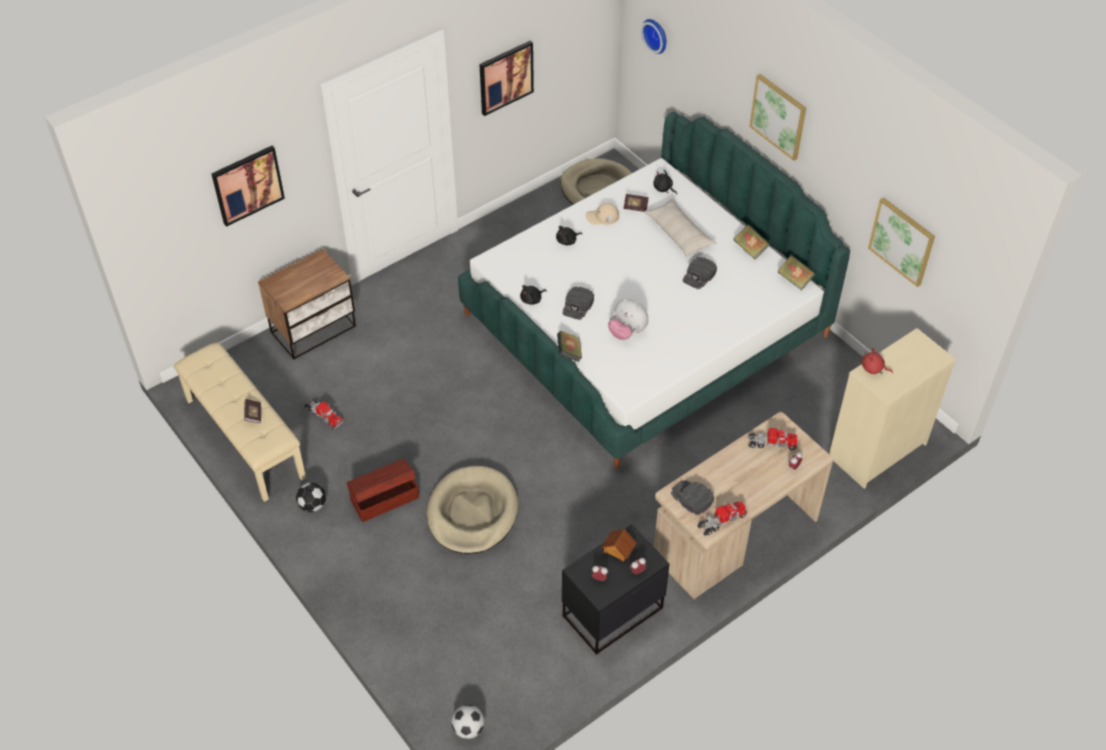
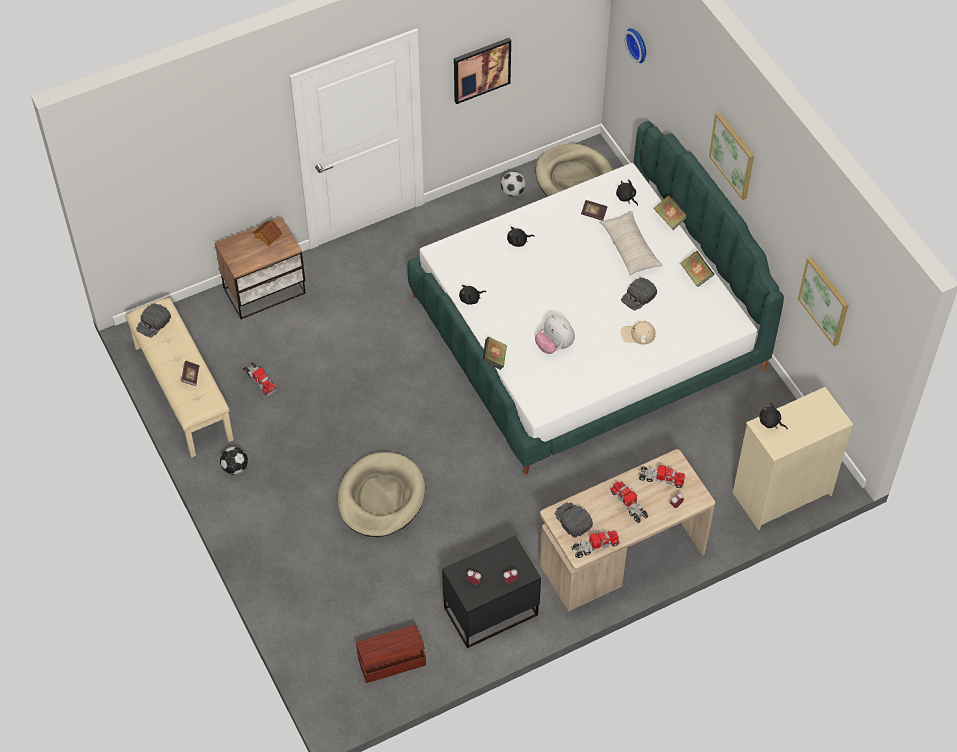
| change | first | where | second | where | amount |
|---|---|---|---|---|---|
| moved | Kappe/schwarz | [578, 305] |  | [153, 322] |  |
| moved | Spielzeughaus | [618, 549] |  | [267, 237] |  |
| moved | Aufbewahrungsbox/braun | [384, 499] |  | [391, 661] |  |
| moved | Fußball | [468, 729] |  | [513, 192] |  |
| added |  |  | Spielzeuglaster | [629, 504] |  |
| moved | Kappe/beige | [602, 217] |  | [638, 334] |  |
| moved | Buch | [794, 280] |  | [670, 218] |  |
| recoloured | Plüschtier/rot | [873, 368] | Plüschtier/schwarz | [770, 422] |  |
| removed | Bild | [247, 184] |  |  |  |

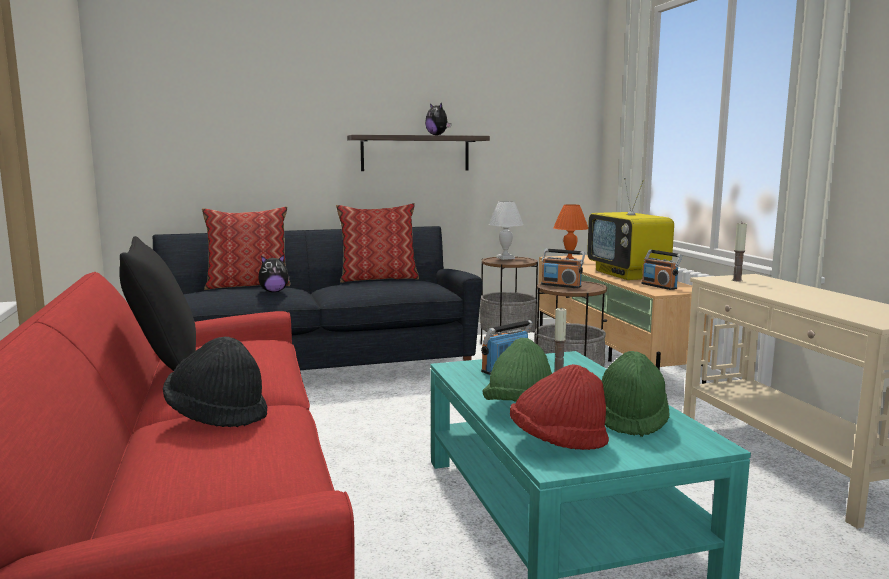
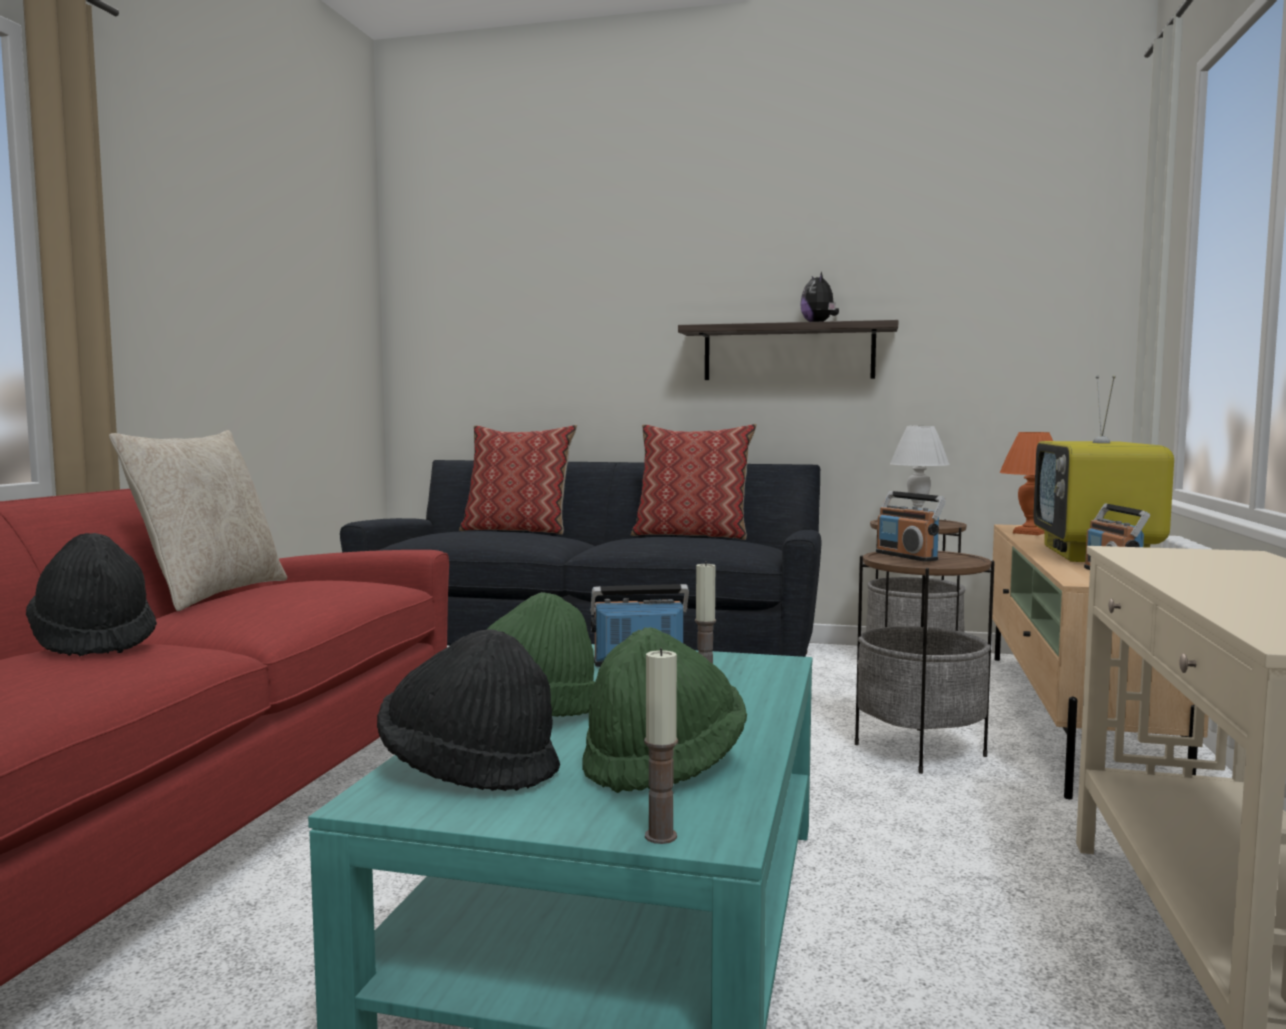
| change | first | where | second | where | amount |
|---|---|---|---|---|---|
| recoloured | Kissen/schwarz | [165, 366] | Kissen/beige | [209, 594] |  |
| recoloured | Hut/rot | [558, 442] | Hut/schwarz | [469, 770] |  |
| moved | Kerze | [737, 280] |  | [660, 836] |  |
| removed | Plüschtier | [274, 291] |  |  |  |

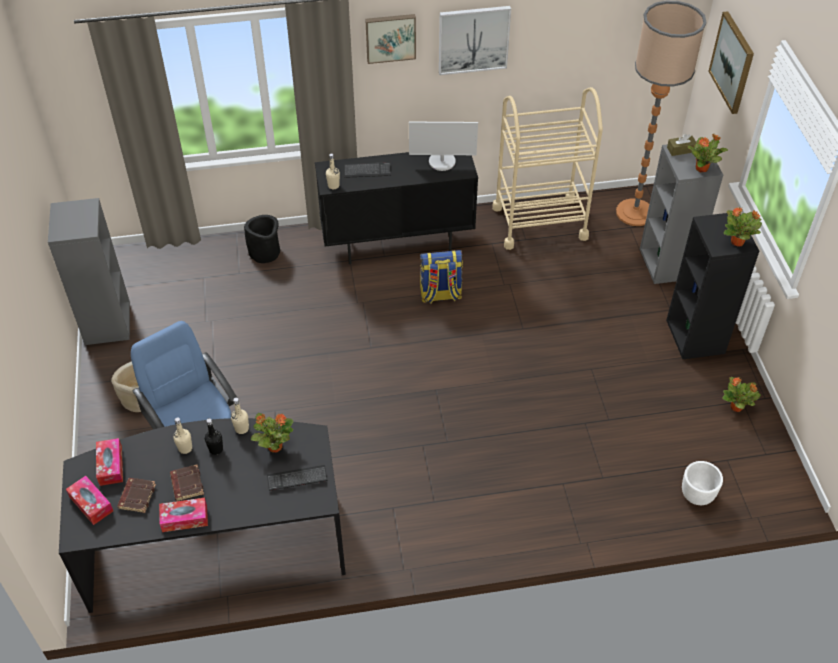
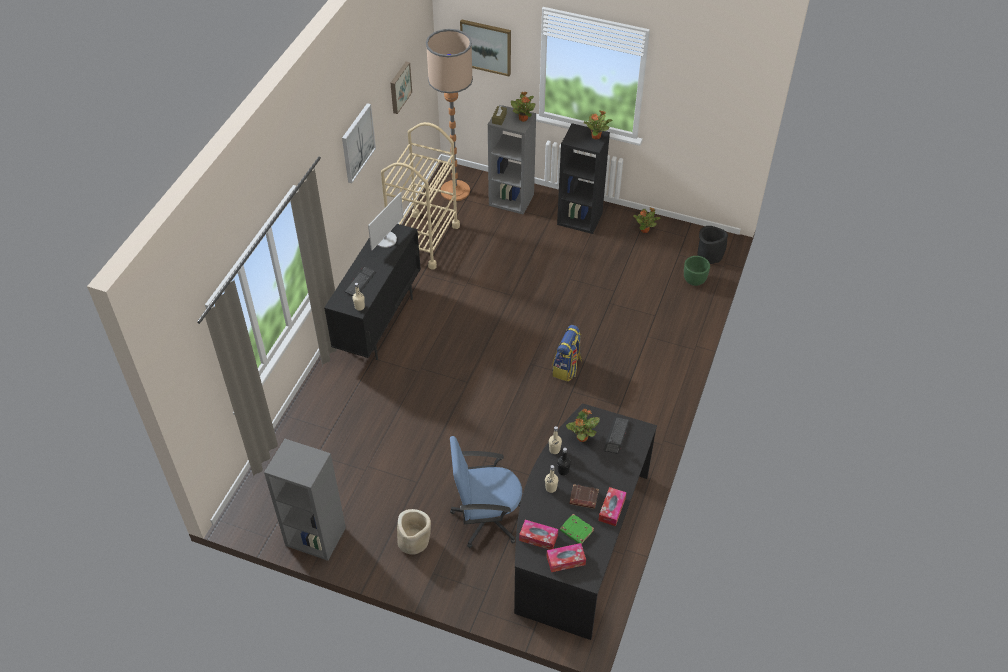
| change | first | where | second | where | amount |
|---|---|---|---|---|---|
| moved | Bild | [390, 37] |  | [399, 87] |  |
| moved | Rucksack | [440, 295] |  | [567, 368] |  |
| recoloured | Buch/braun | [137, 496] | Buch/grün | [576, 531] |  |
| recoloured | Pflanzkübel/weiß | [696, 495] | Pflanzkübel/grün | [694, 280] |  |
| moved | Pflanzkübel/schwarz | [265, 252] |  | [709, 255] |  |

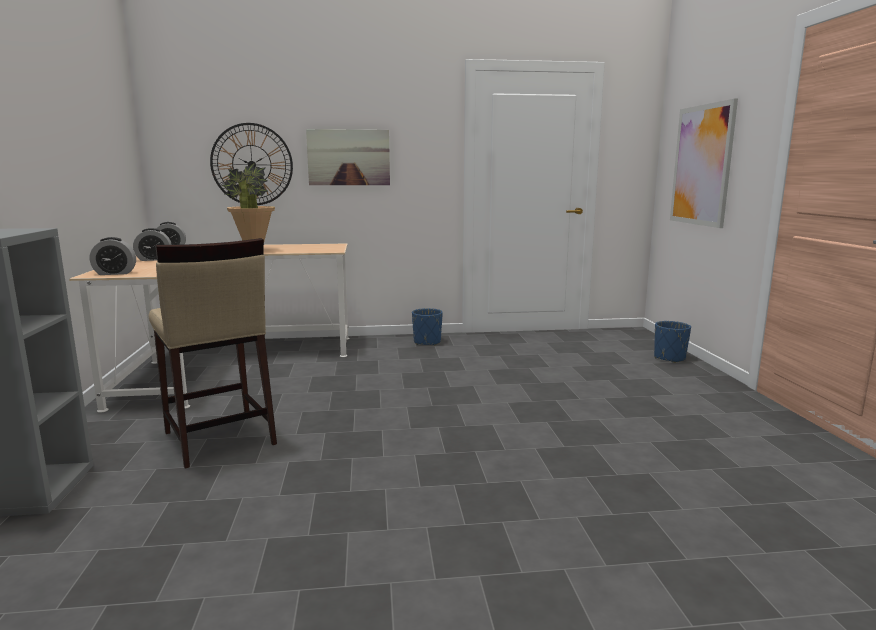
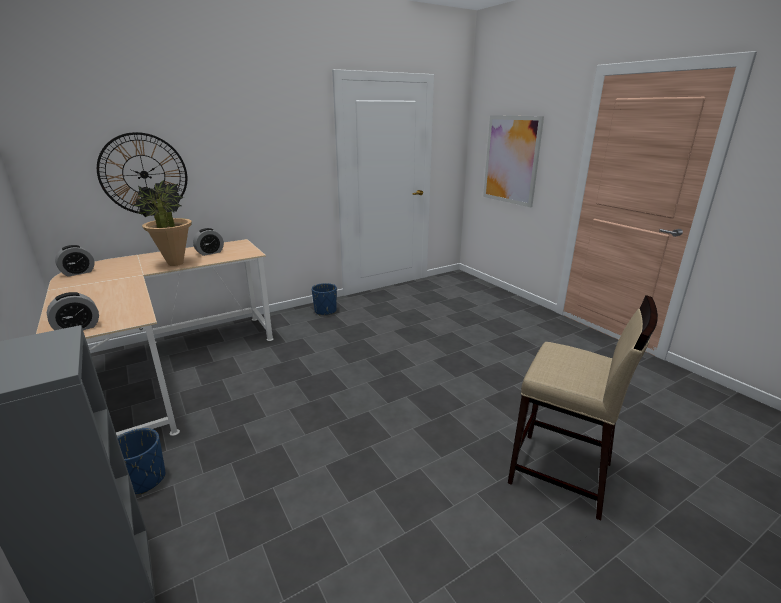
| change | first | where | second | where | amount |
|---|---|---|---|---|---|
| moved | Pflanzkübel/blau | [669, 358] |  | [144, 479] |  |
| moved | Wecker | [154, 259] |  | [210, 253] |  |
| moved | Hocker/beige | [218, 439] |  | [561, 474] |  |
| removed | Bild | [348, 157] |  |  |  |

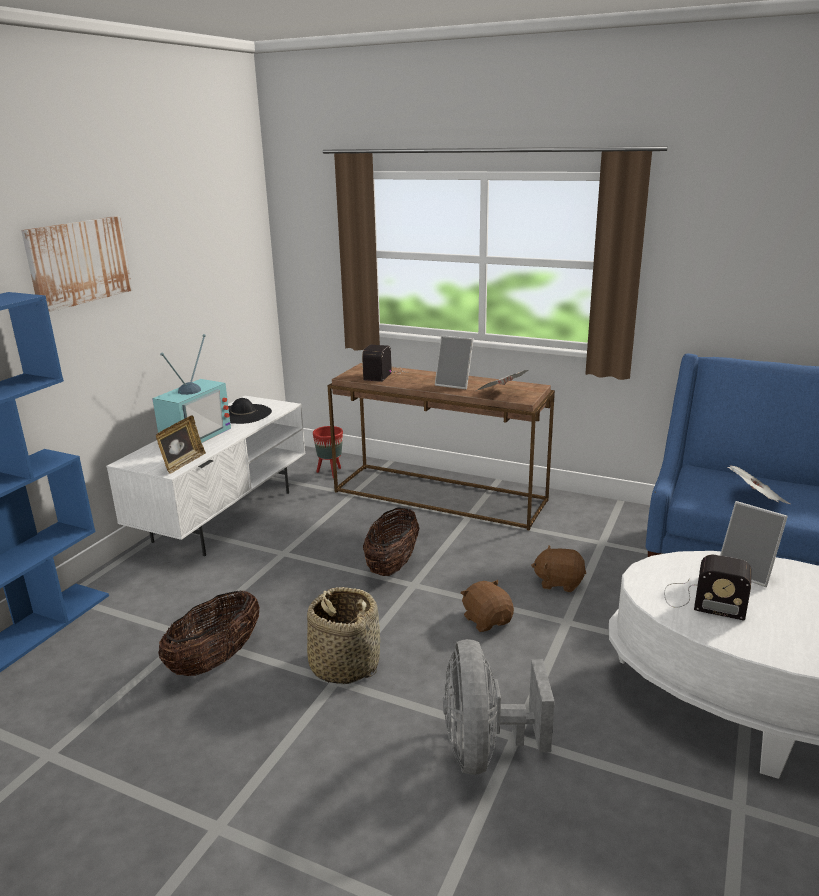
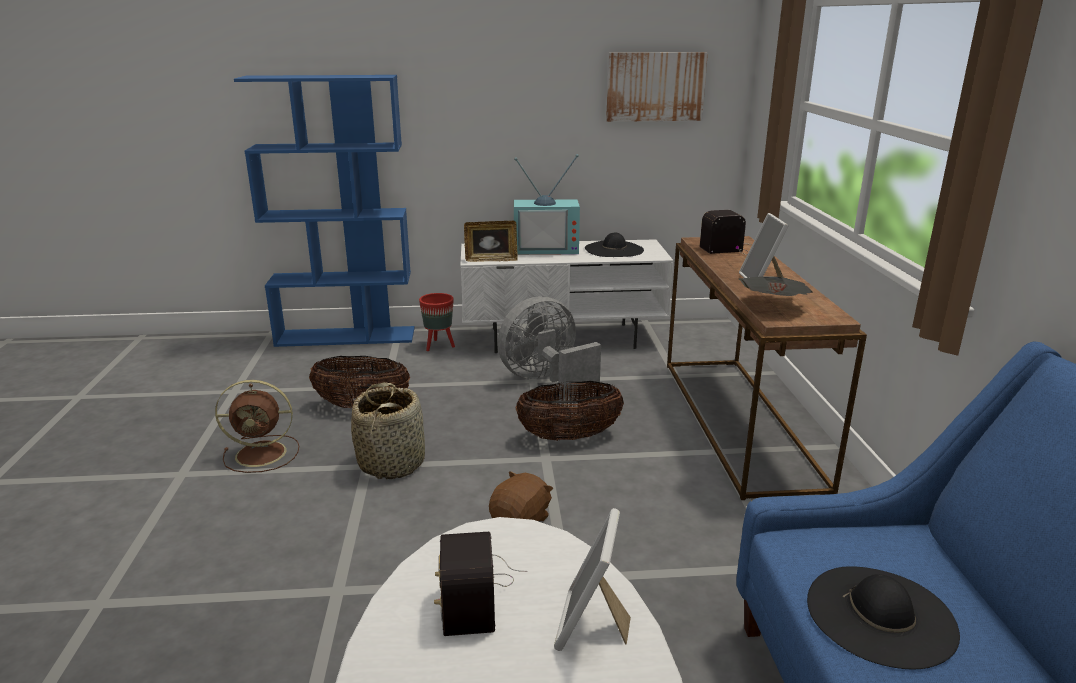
| change | first | where | second | where | amount |
|---|---|---|---|---|---|
| added |  |  | Ventilator/braun | [263, 454] |  |
| moved | Pflanzkübel/rot | [330, 473] |  | [439, 346] |  |
| moved | Ventilator/grau | [485, 749] |  | [545, 380] |  |
| moved | Bild | [78, 262] |  | [655, 87] |  |
| replaced | Zeitung | [756, 499] | Hut/schwarz | [881, 615] |  |
| removed | Plüschtier/braun | [559, 582] |  |  |  |

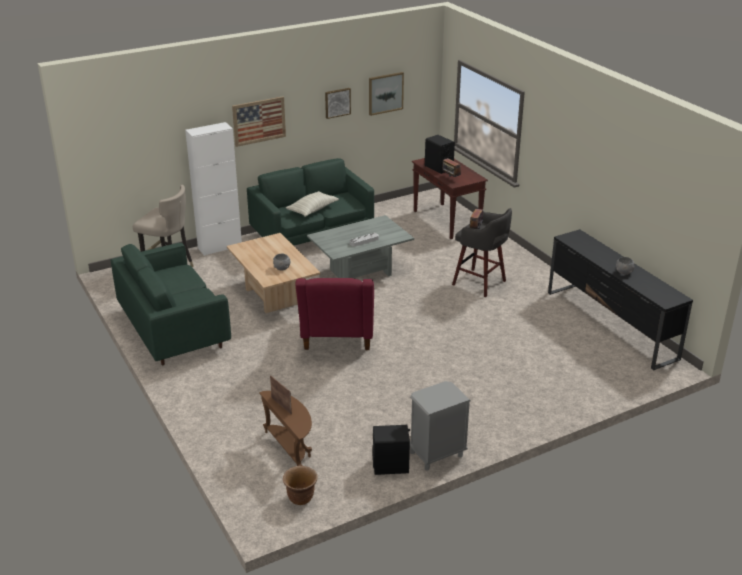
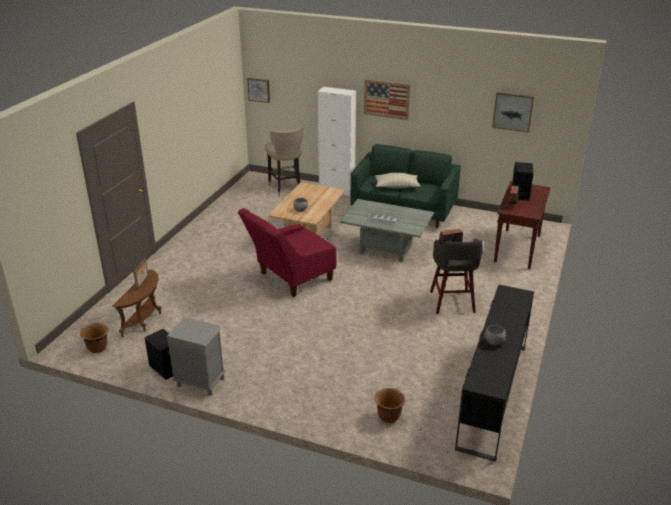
| change | first | where | second | where | amount |
|---|---|---|---|---|---|
| moved | Bild | [337, 102] |  | [259, 90] |  |
| added |  |  | Pflanzkübel/braun | [388, 417] |  |
| removed | Sofa/grün | [174, 329] |  |  |  |

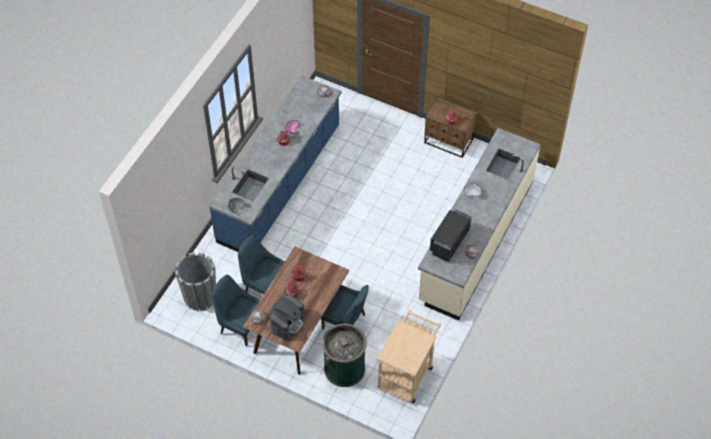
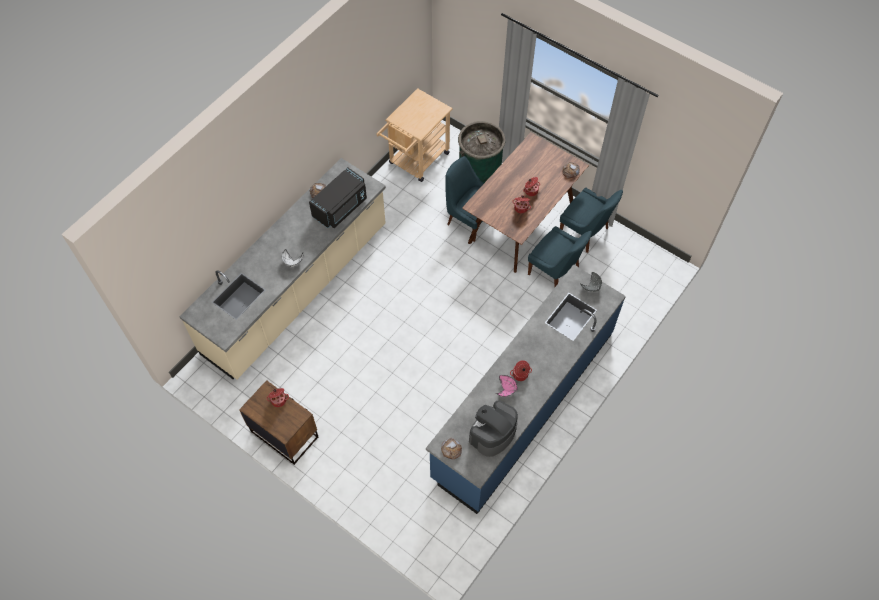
| change | first | where | second | where | amount |
|---|---|---|---|---|---|
| moved | Kaffeemaschine | [287, 322] |  | [492, 433] |  |
| removed | Pflanzkübel/grau | [200, 297] |  |  |  |

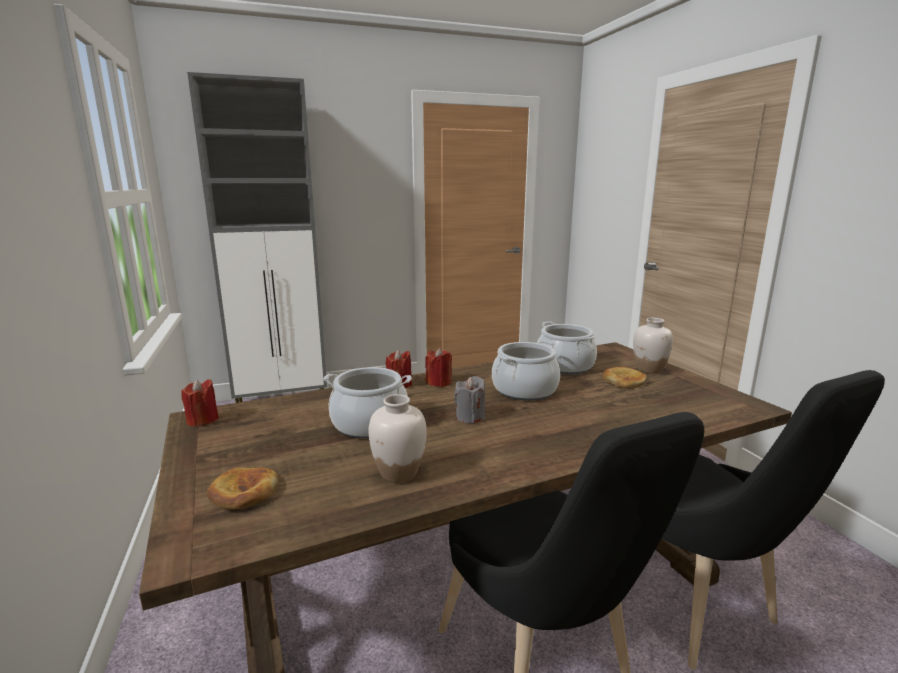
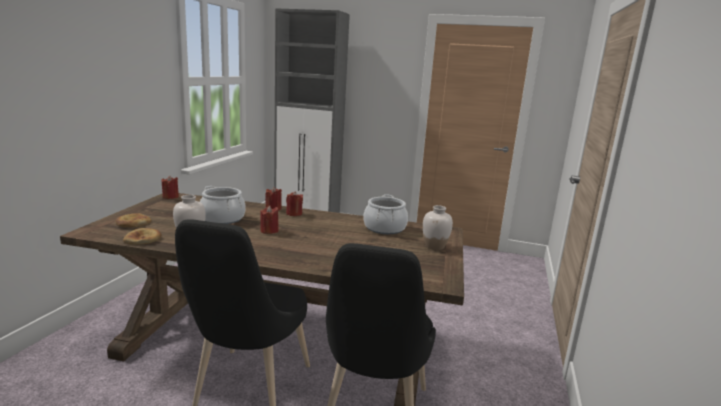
| change | first | where | second | where | amount |
|---|---|---|---|---|---|
| moved | Brot | [623, 381] |  | [143, 239] |  |
| recoloured | Kerze/grau | [470, 417] | Kerze/rot | [269, 231] |  |
| removed | Kochtopf | [524, 390] |  |  |  |

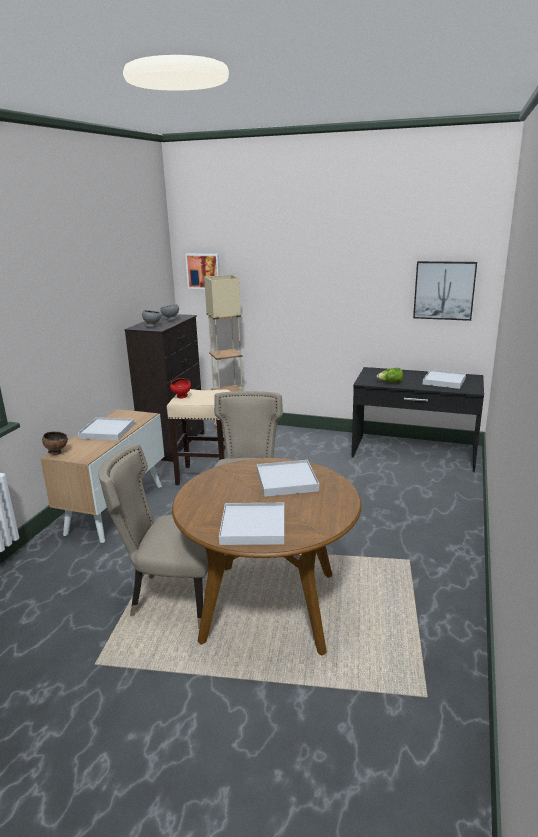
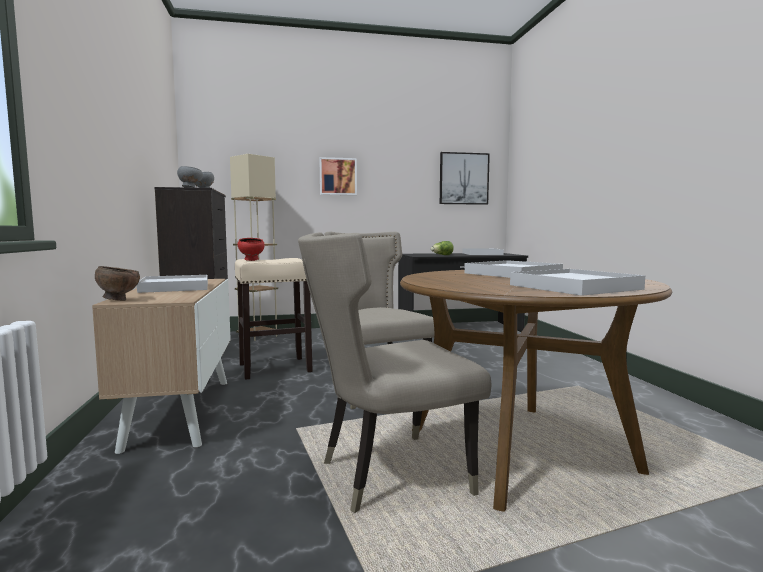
| change | first | where | second | where | amount |
|---|---|---|---|---|---|
| moved | Bild | [204, 271] |  | [338, 176] |  |

